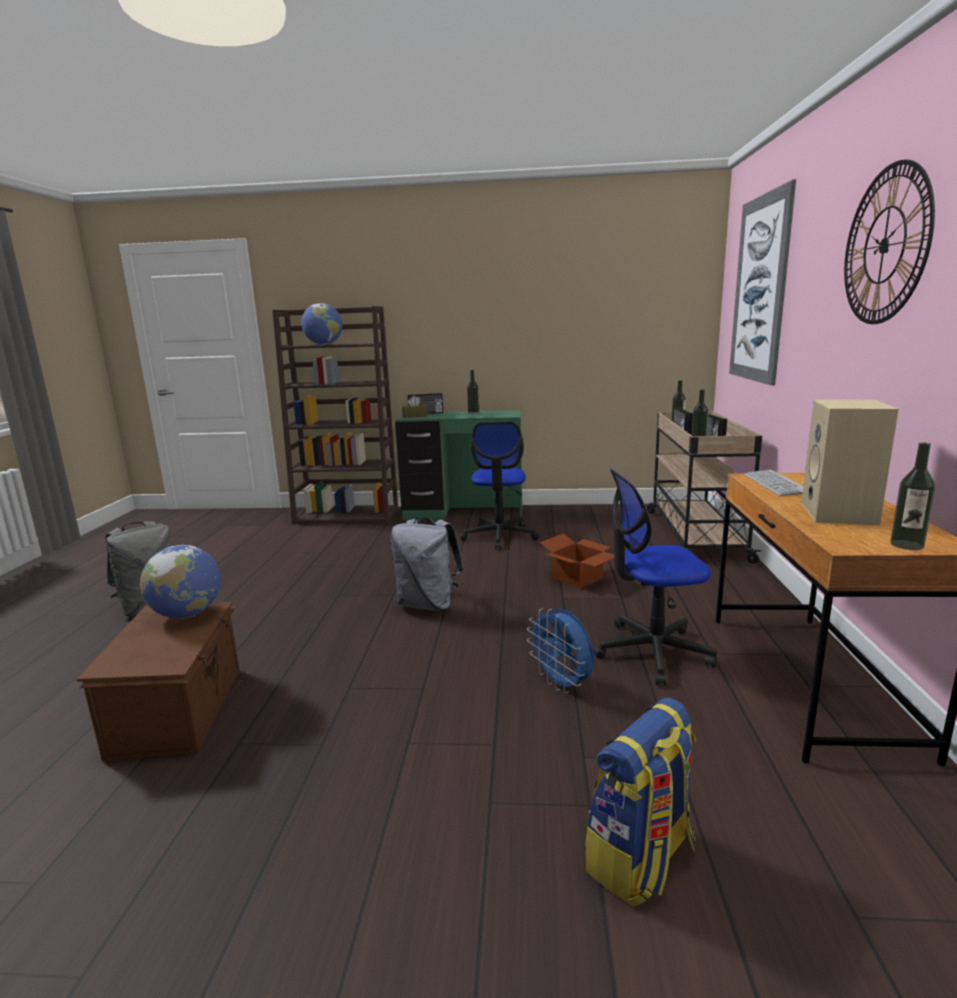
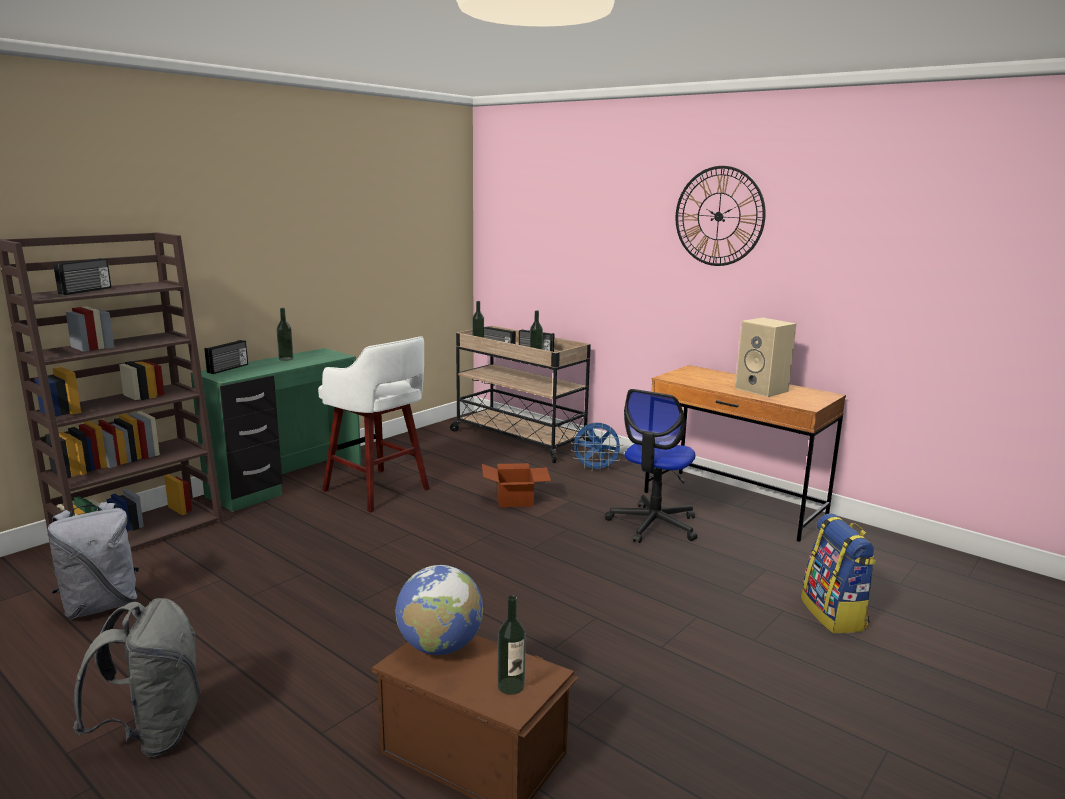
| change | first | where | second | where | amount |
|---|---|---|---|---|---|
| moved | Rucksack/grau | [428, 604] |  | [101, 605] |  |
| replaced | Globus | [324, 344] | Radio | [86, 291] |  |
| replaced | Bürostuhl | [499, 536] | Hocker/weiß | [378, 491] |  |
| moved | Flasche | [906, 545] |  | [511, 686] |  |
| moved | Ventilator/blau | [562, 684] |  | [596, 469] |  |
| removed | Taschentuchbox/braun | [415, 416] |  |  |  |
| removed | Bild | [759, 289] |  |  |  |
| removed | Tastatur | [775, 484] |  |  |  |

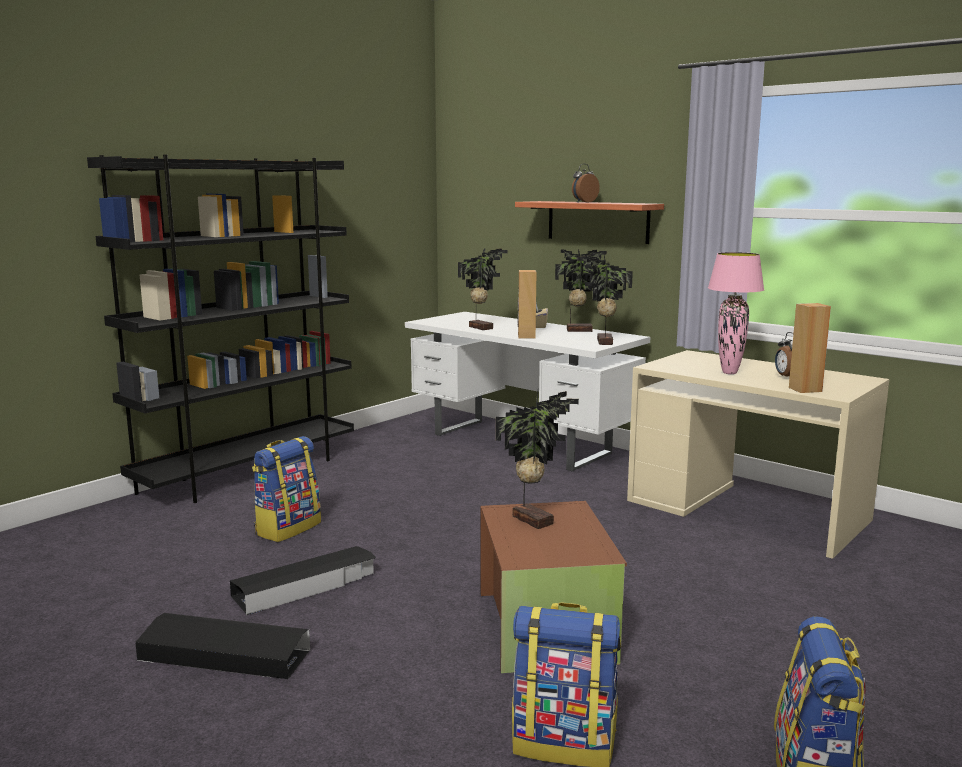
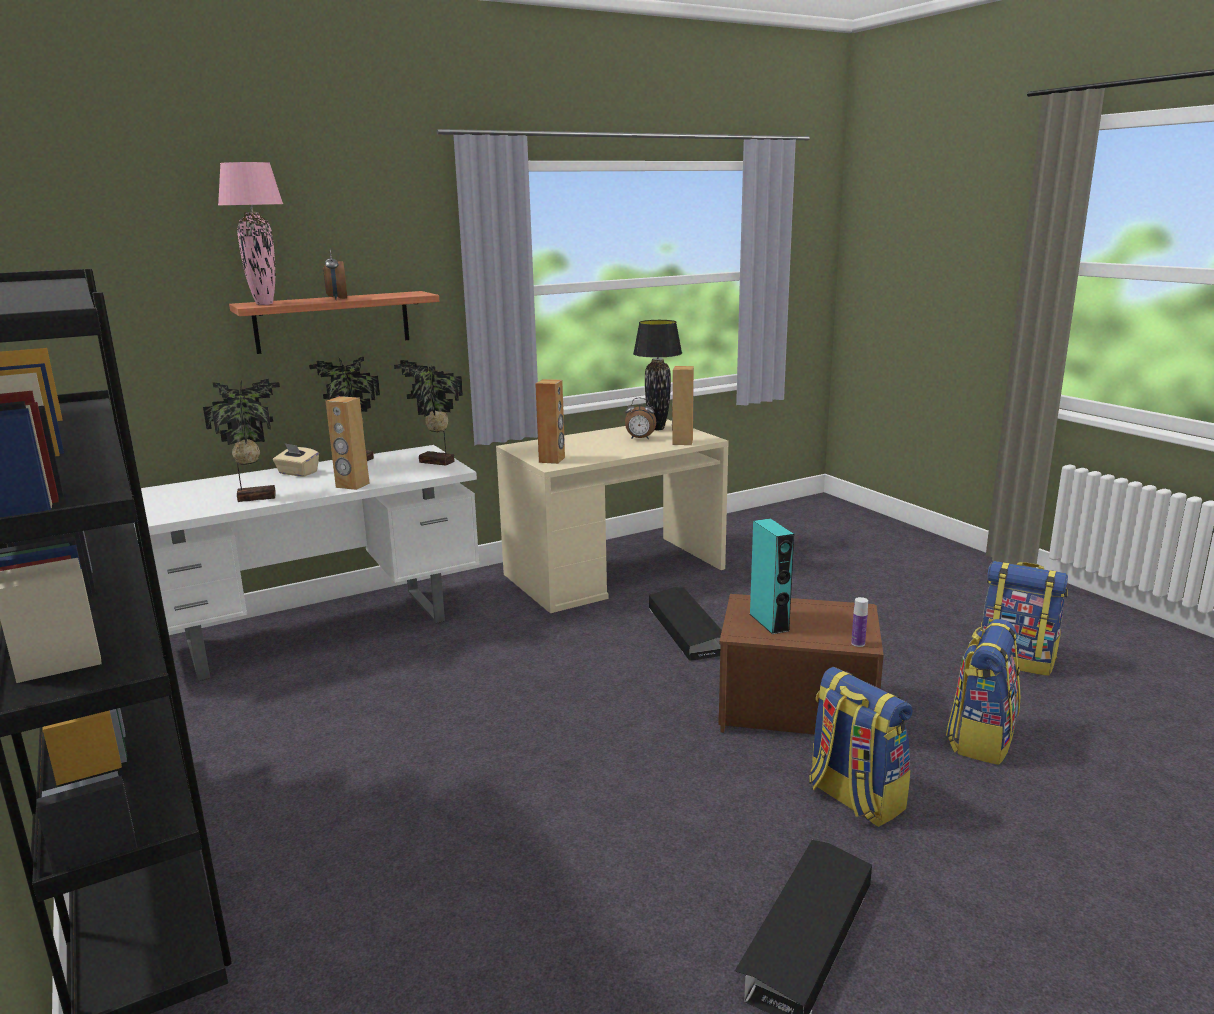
| change | first | where | second | where | amount |
|---|---|---|---|---|---|
| moved | Tischlampe/rosa | [730, 373] |  | [265, 304] |  |
| added |  |  | Lautsprecher/braun | [552, 460] |  |
| added |  |  | Tischlampe/schwarz | [657, 429] |  |
| moved | Aufbewahrungsbox/schwarz | [306, 586] |  | [686, 630] |  |
| replaced | Topfpflanze | [534, 519] | Lautsprecher/türkis | [769, 622] |  |
| moved | Rucksack | [288, 528] |  | [853, 798] |  |
| added |  |  | Flasche | [858, 643] |  |

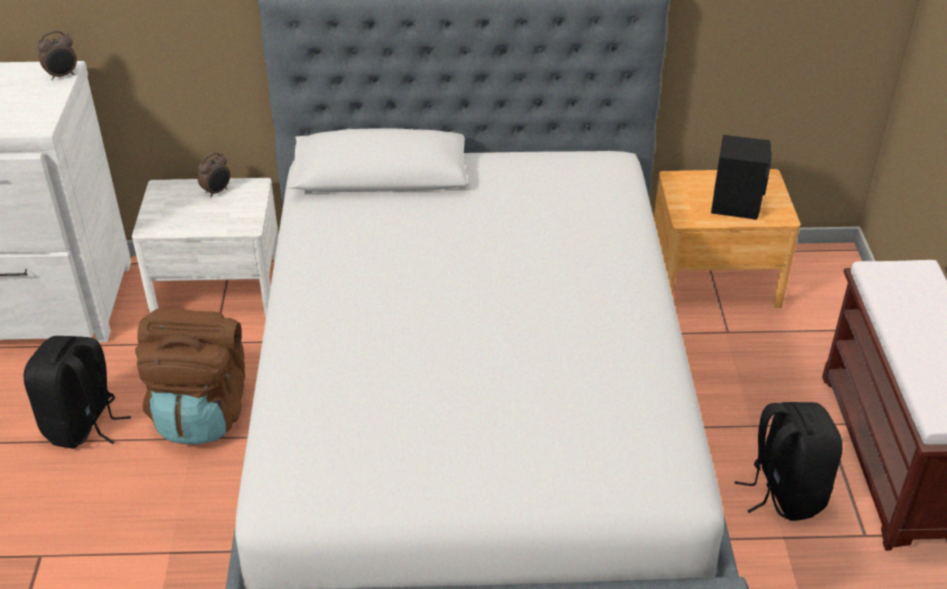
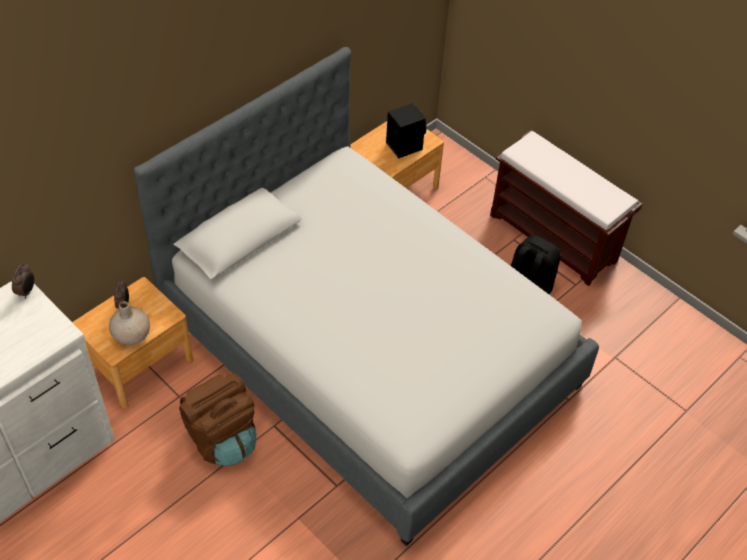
| change | first | where | second | where | amount |
|---|---|---|---|---|---|
| recoloured | Nachttisch/weiß | [218, 288] | Nachttisch/braun | [139, 363] |  |
| added |  |  | Vase/beige | [131, 335] |  |
| removed | Rucksack/schwarz | [83, 425] |  |  |  |

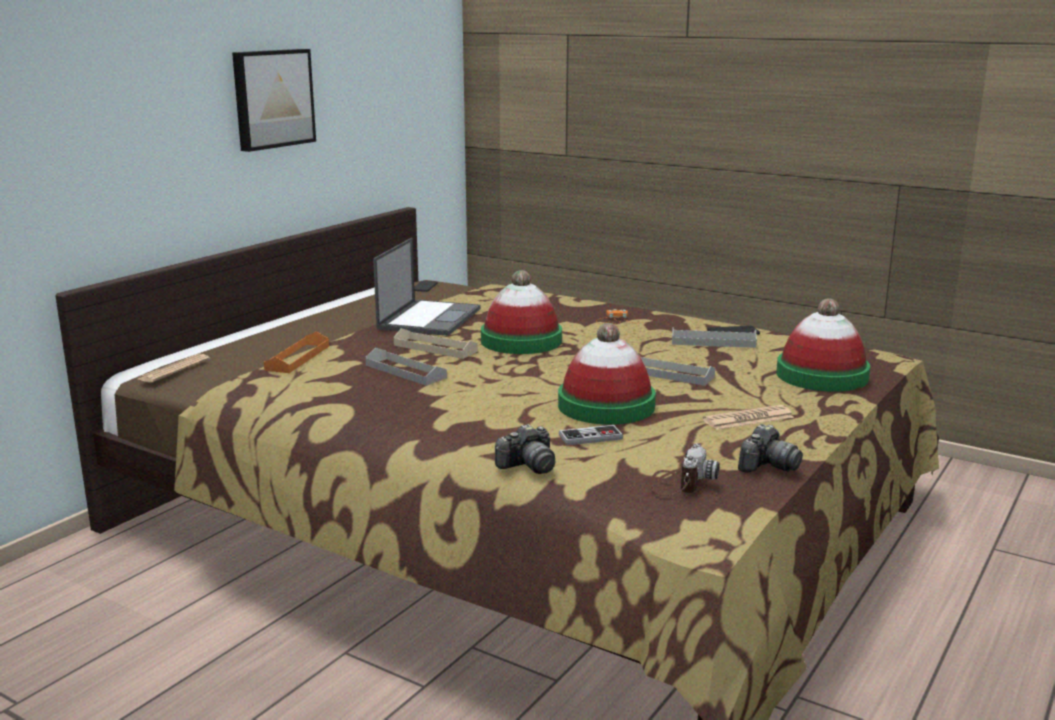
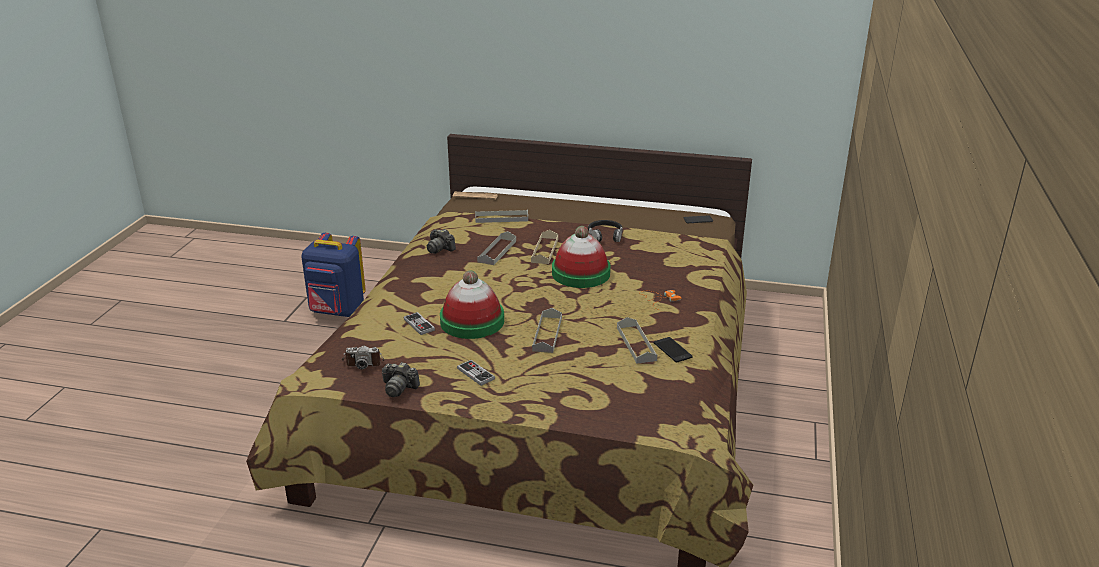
| change | first | where | second | where | amount |
|---|---|---|---|---|---|
| added |  |  | Rucksack/blau | [337, 312] |  |
| moved | Kamera | [528, 466] |  | [440, 249] |  |
| replaced | Zeitung | [748, 419] | Gamepad | [475, 374] |  |
| recoloured | Tablett/orange | [297, 358] | Tablett/grau | [501, 218] |  |
| replaced | Laptop | [429, 318] | Kopfhörer/schwarz | [605, 236] |  |
| removed | Bild | [272, 98] |  |  |  |
| removed | Hut | [822, 375] |  |  |  |

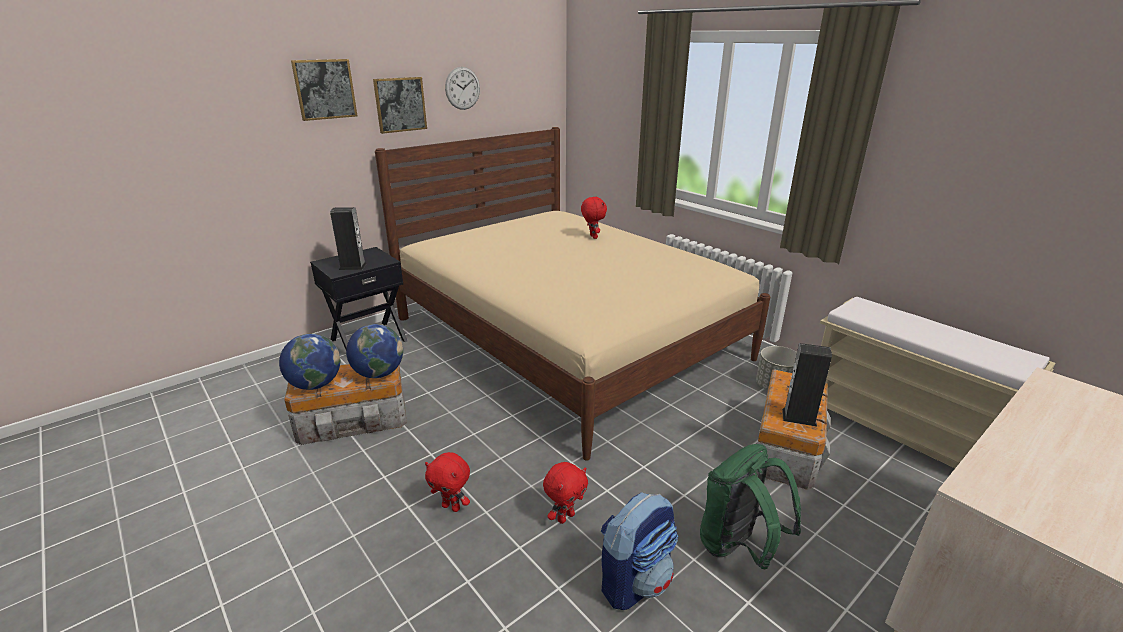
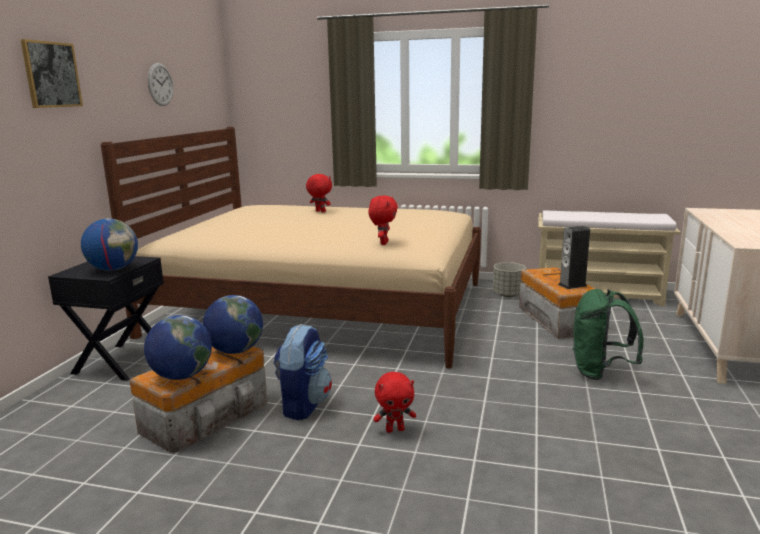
| change | first | where | second | where | amount |
|---|---|---|---|---|---|
| replaced | Lautsprecher | [353, 266] | Globus | [113, 269] |  |
| moved | Rucksack | [635, 581] |  | [303, 405] |  |
| moved | Plüschtier/rot | [565, 517] |  | [383, 243] |  |
| removed | Bild | [400, 104] |  |  |  |

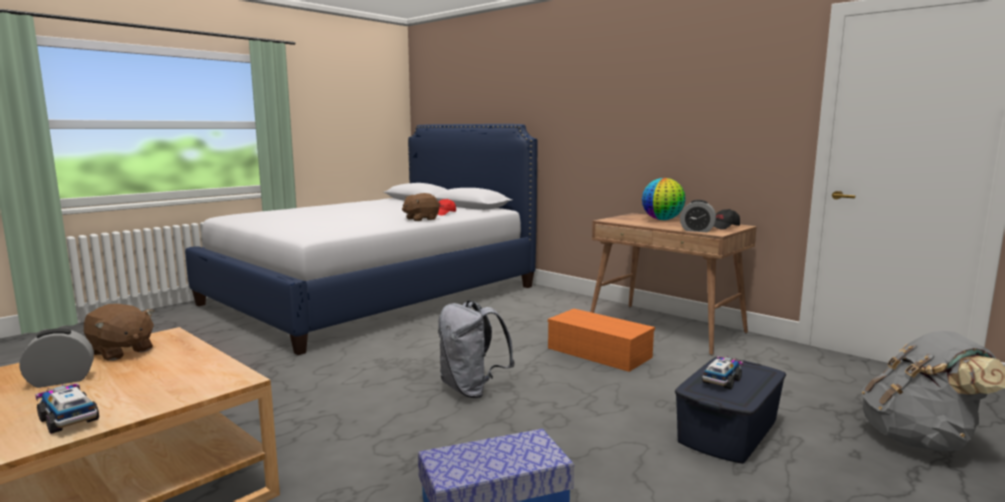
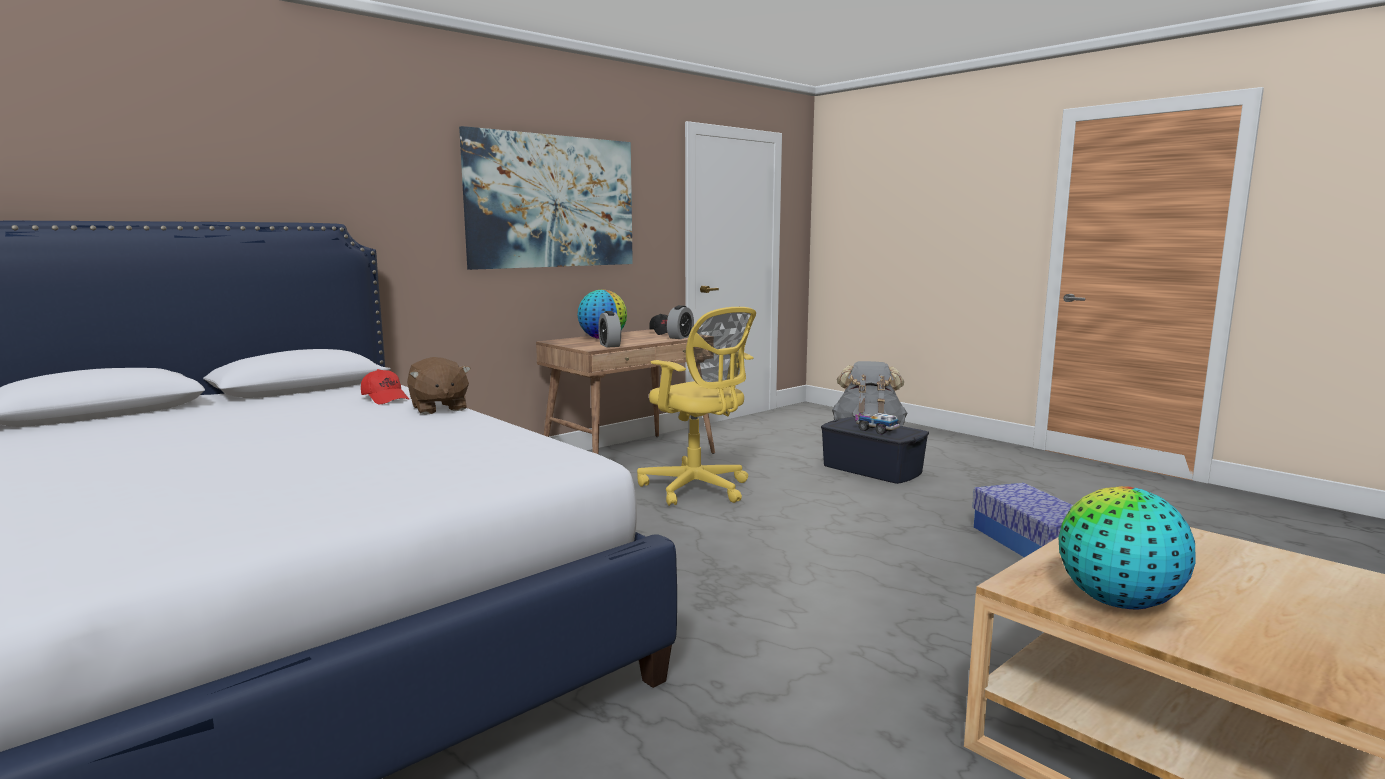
| change | first | where | second | where | amount |
|---|---|---|---|---|---|
| added |  |  | Bild | [552, 201] |  |
| moved | Wecker | [61, 380] |  | [609, 345] |  |
| replaced | Aufbewahrungsbox/orange | [597, 352] | Bürostuhl/gelb | [698, 489] |  |
| replaced | Plüschtier/braun | [121, 351] | Globus | [1117, 602] |  |
| removed | Spielzeuglaster | [68, 419] |  |  |  |
| removed | Rucksack/grau | [472, 389] |  |  |  |

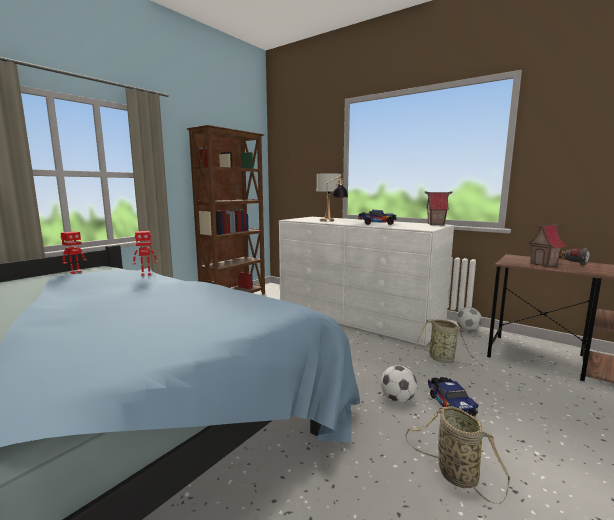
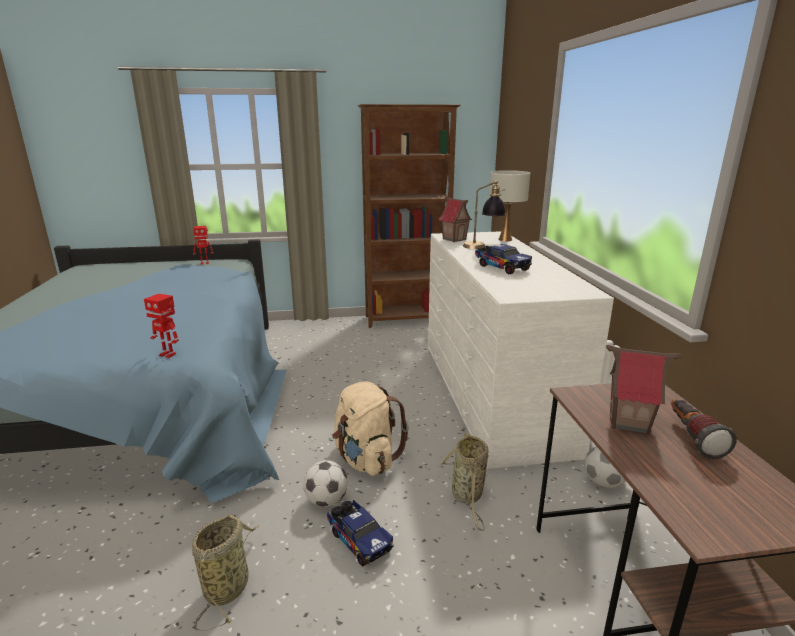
| change | first | where | second | where | amount |
|---|---|---|---|---|---|
| moved | Spielzeugroboter | [146, 274] |  | [168, 354] |  |
| turned | Spielzeuglaster | [450, 404] |  | [359, 539] | 75 degrees counterclockwise |
| added |  |  | Rucksack/beige | [366, 459] |  |
| moved | Spielzeughaus | [435, 224] |  | [454, 239] |  |

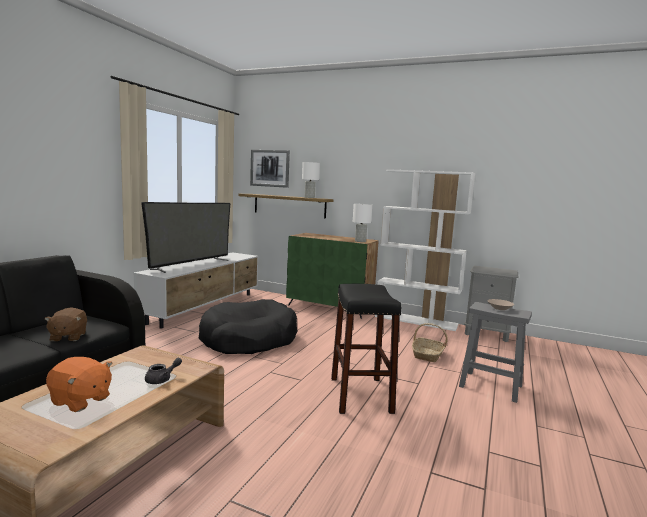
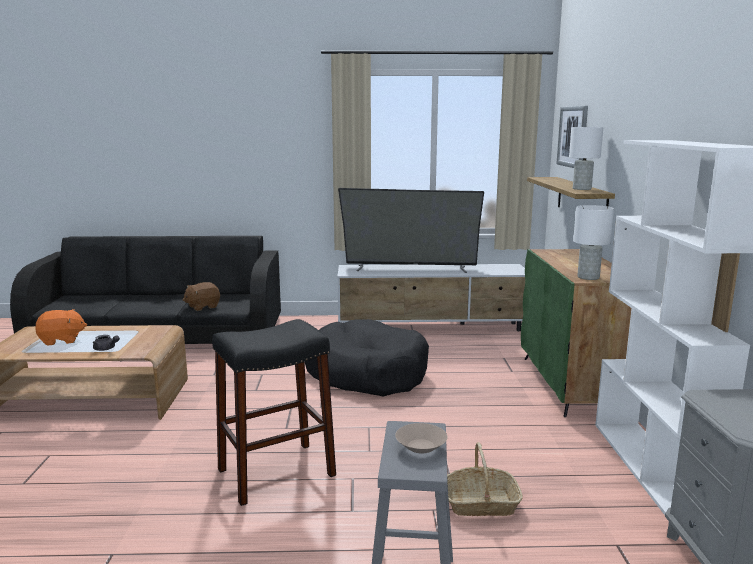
| change | first | where | second | where | amount |
|---|---|---|---|---|---|
| turned | Plüschtier/orange | [80, 400] |  | [61, 340] | 105 degrees counterclockwise |

